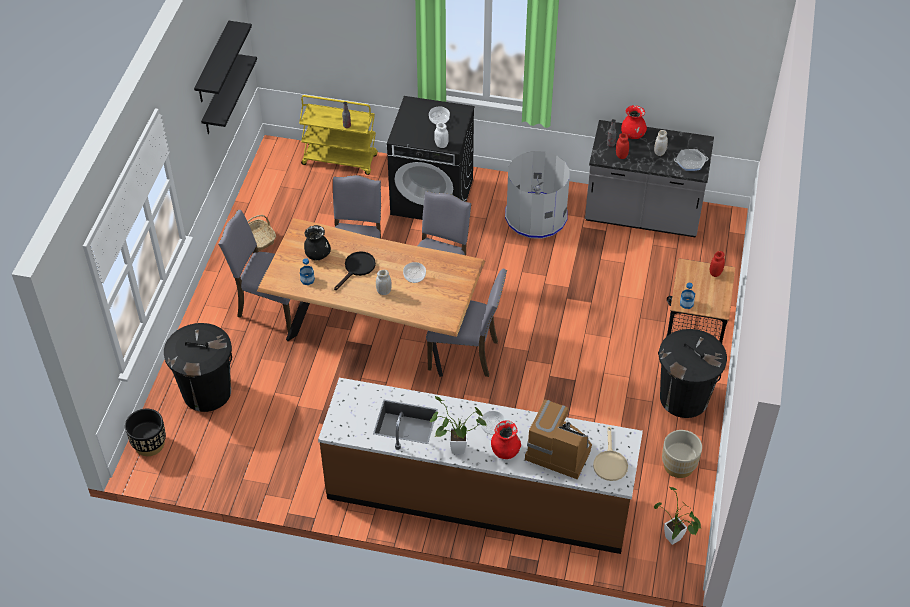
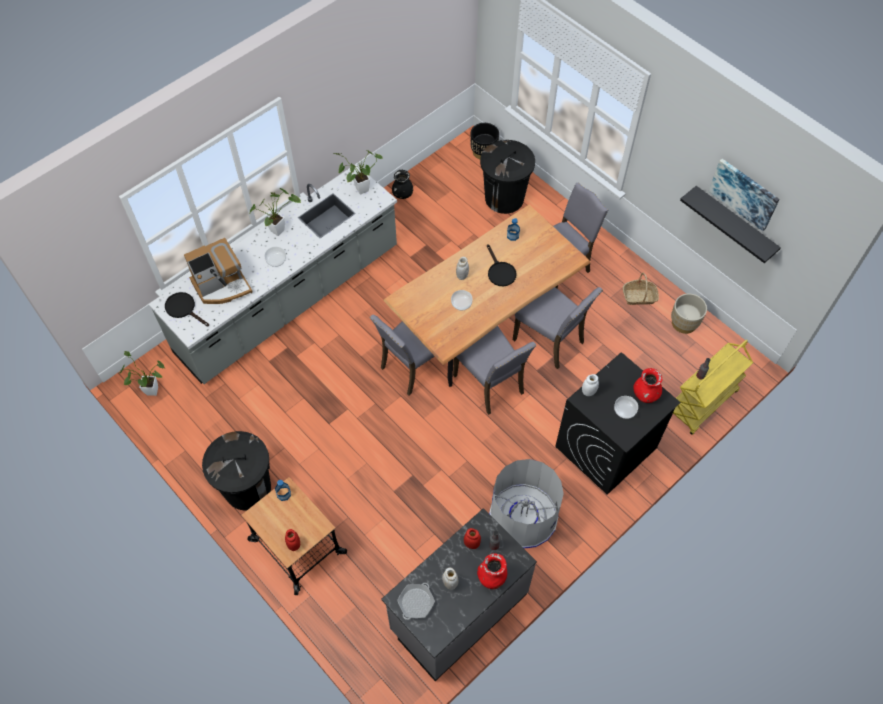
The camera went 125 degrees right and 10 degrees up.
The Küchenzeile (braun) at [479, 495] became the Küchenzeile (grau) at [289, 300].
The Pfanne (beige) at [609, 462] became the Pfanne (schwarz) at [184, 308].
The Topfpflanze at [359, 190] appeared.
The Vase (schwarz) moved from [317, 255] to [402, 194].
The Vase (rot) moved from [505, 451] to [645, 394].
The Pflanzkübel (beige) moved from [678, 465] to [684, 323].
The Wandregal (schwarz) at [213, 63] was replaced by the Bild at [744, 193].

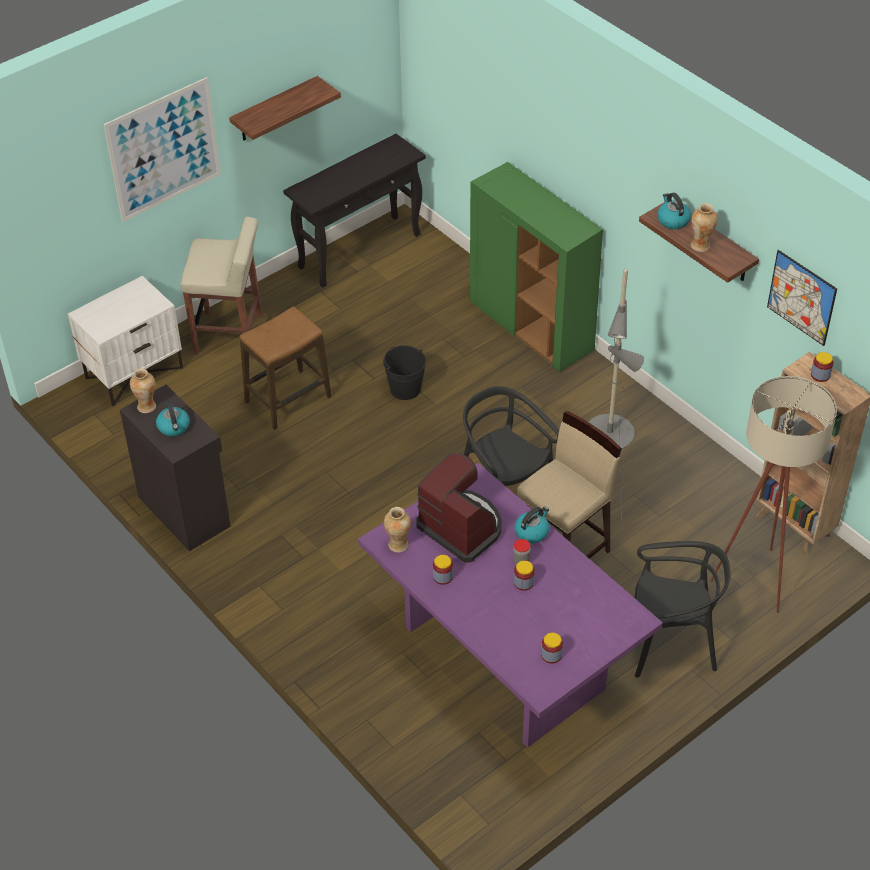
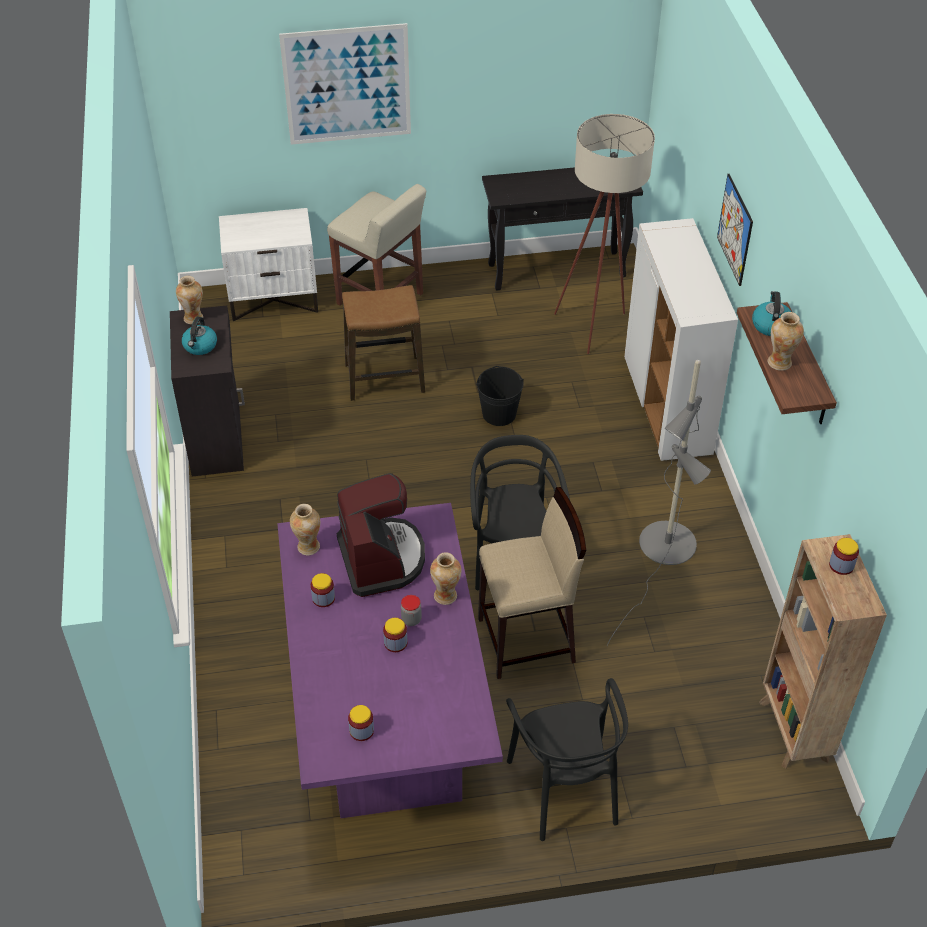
The camera went 30 degrees right and 0 degrees up.
The Wasserkessel at [532, 532] was replaced by the Vase at [445, 596].
The Stuhl (schwarz) at [671, 643] turned 45 degrees clockwise.
The Stehlampe (beige) moved from [757, 574] to [597, 324].
The Schrank (grün) at [532, 327] became the Schrank (weiß) at [668, 407].
The Bild moved from [801, 297] to [735, 229].
The Wandregal at [275, 110] disappeared.

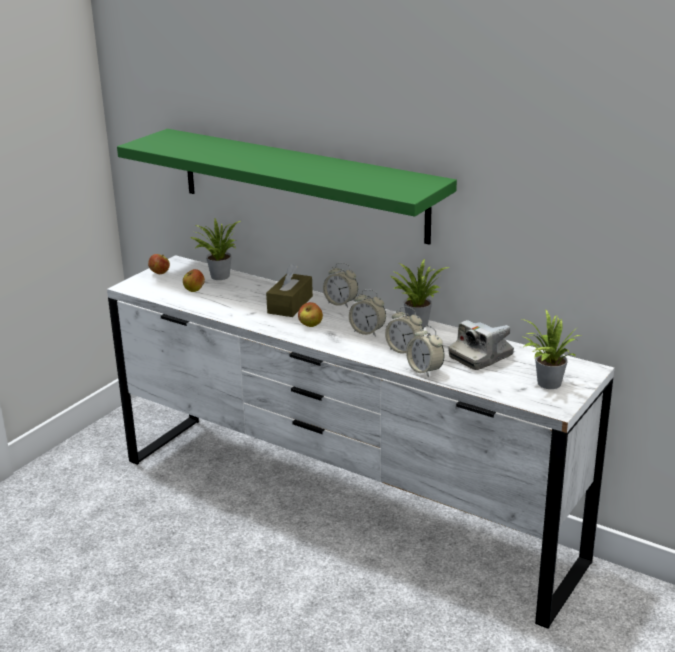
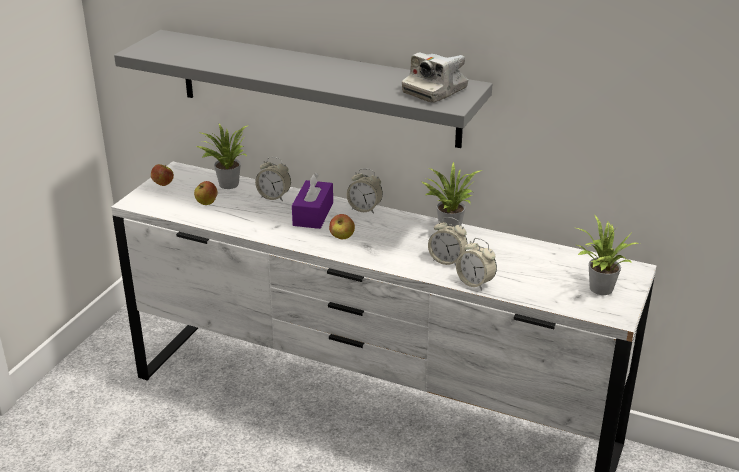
The camera went 10 degrees left and 5 degrees up.
The Wandregal (grün) at [301, 184] became the Wandregal (grau) at [316, 88].
The Wecker moved from [367, 332] to [274, 197].
The Taschentuchbox (braun) at [290, 305] became the Taschentuchbox (lila) at [313, 214].
The Kamera moved from [481, 357] to [435, 91].

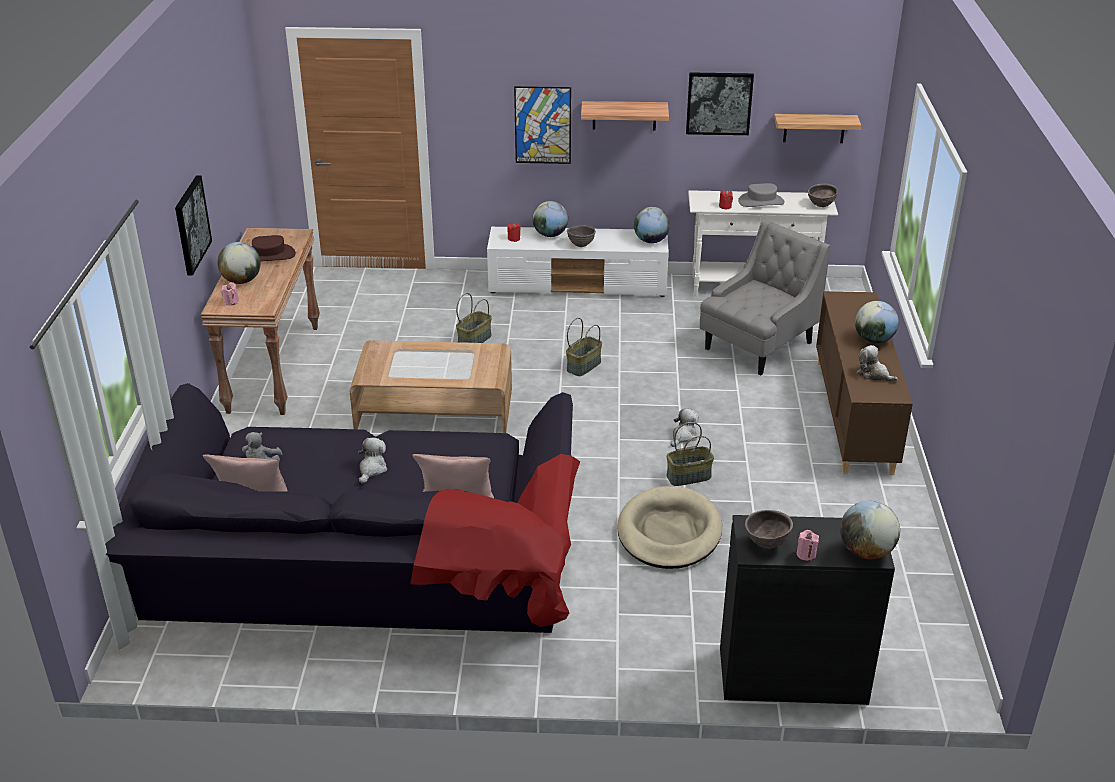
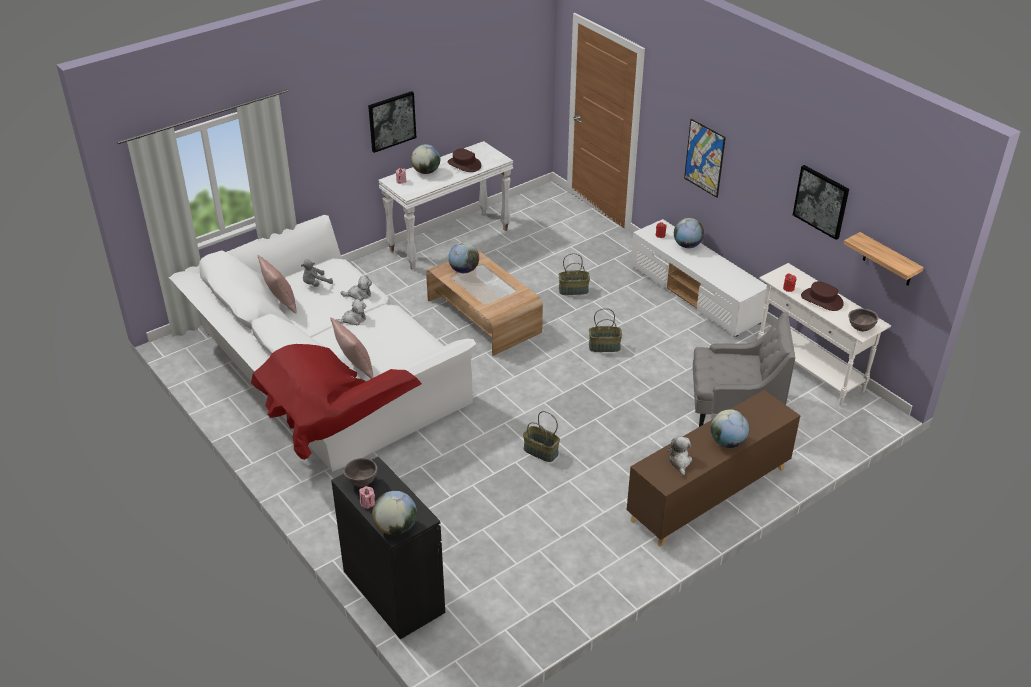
The camera went 50 degrees right and 5 degrees up.
The Sofa (schwarz) at [363, 560] became the Sofa (weiß) at [321, 370].
The Plüschtier moved from [683, 436] to [359, 295].
The Konsolentisch (braun) at [273, 368] became the Konsolentisch (weiß) at [449, 240].
The Globus moved from [651, 241] to [464, 270].
The Hut (grau) at [761, 201] became the Hut (braun) at [822, 300].
The Schüssel (braun) at [581, 245] disappeared.
The Wandregal at [624, 115] disappeared.
The Hundebett (beige) at [669, 532] disappeared.

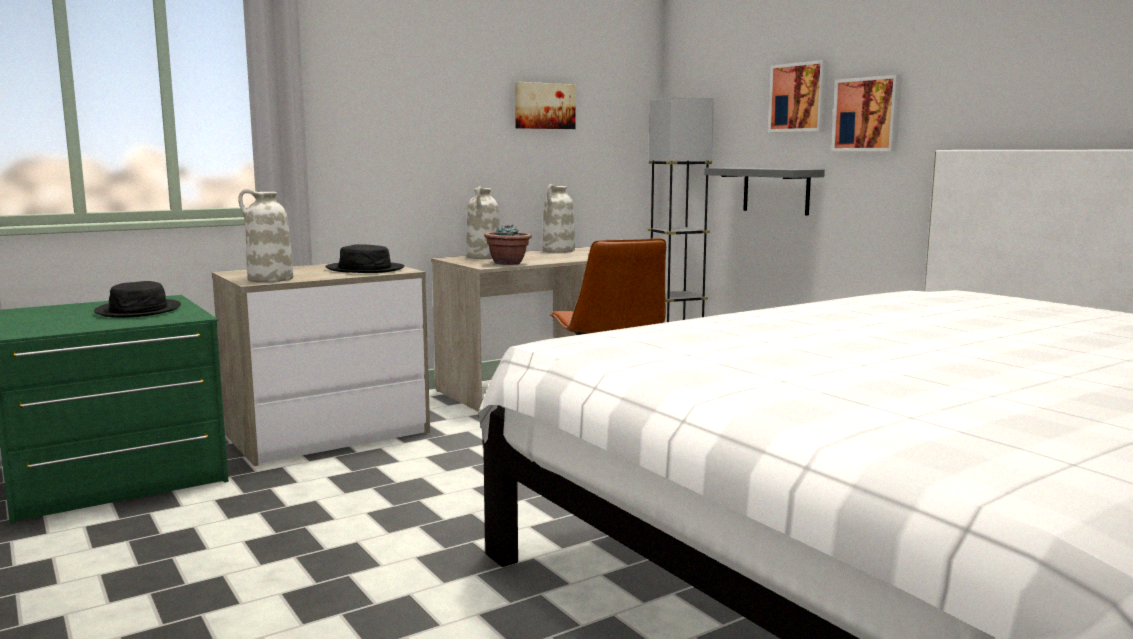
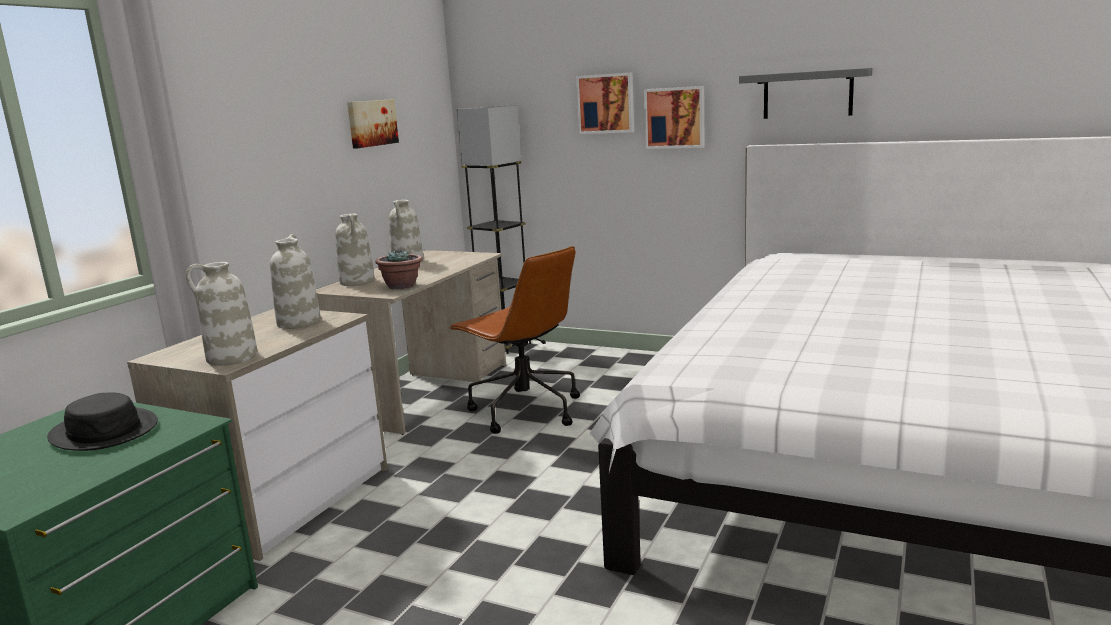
The camera went 30 degrees left and 5 degrees up.
The Hut (schwarz) at [365, 269] was replaced by the Vase (weiß) at [299, 323].
The Wandregal (grau) moved from [776, 190] to [807, 94].

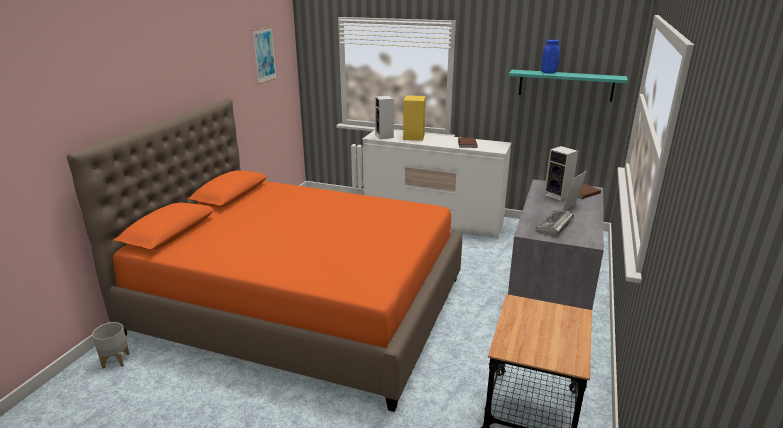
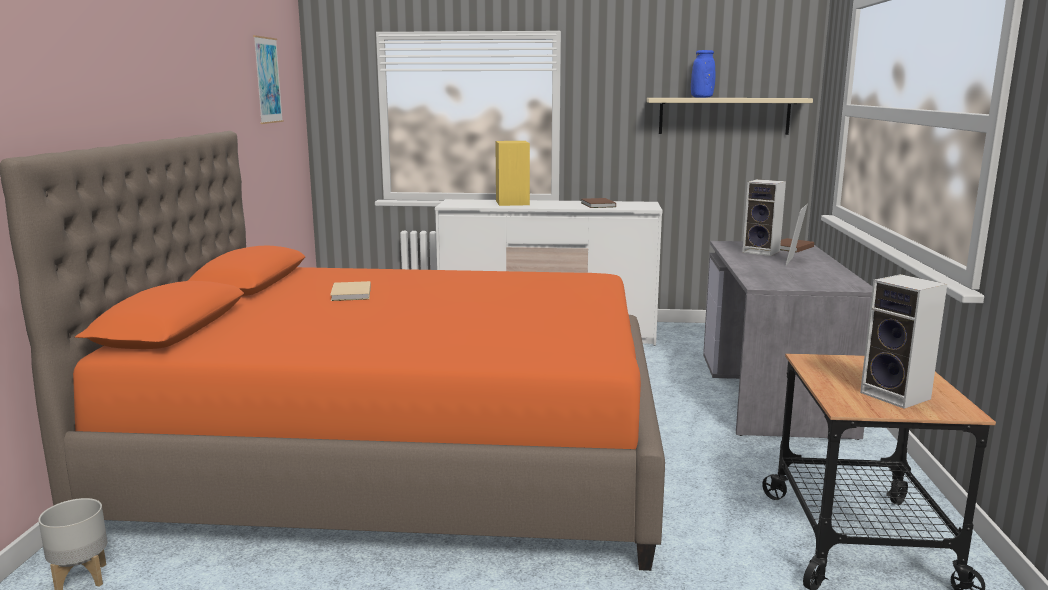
The camera went 15 degrees left and 10 degrees down.
The Buch (beige) at [350, 294] appeared.
The Wandregal (türkis) at [565, 85] became the Wandregal (beige) at [724, 116].
The Lautsprecher moved from [385, 136] to [898, 396].
The Tastatur at [554, 226] disappeared.

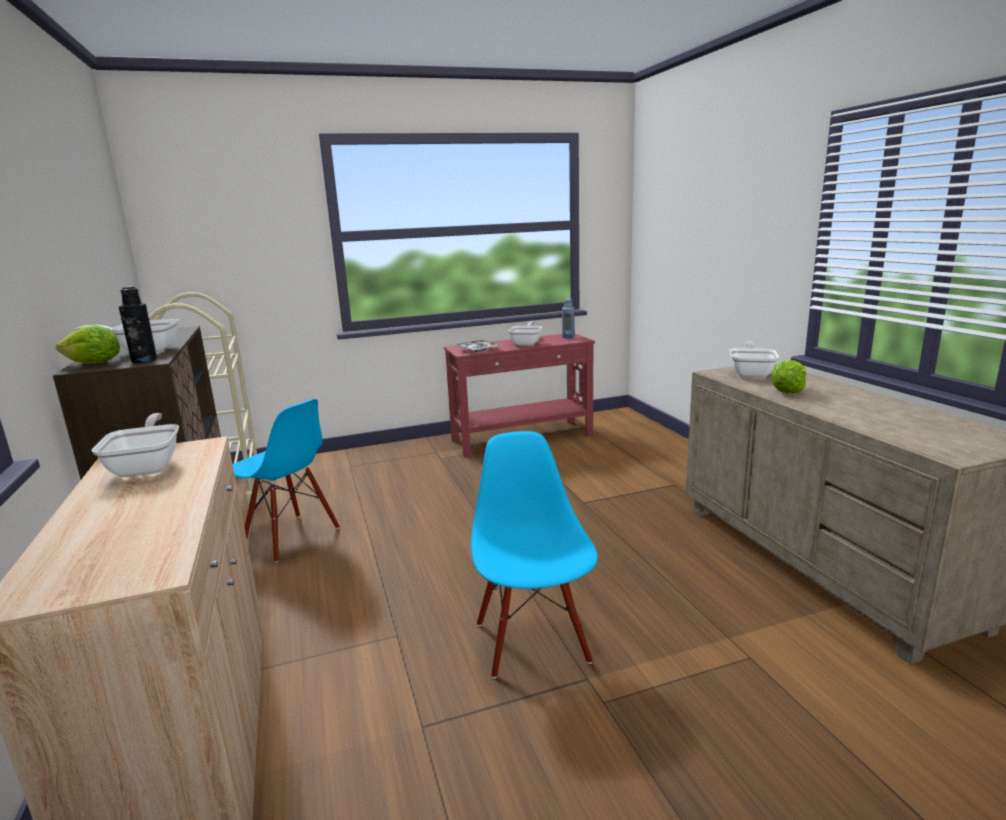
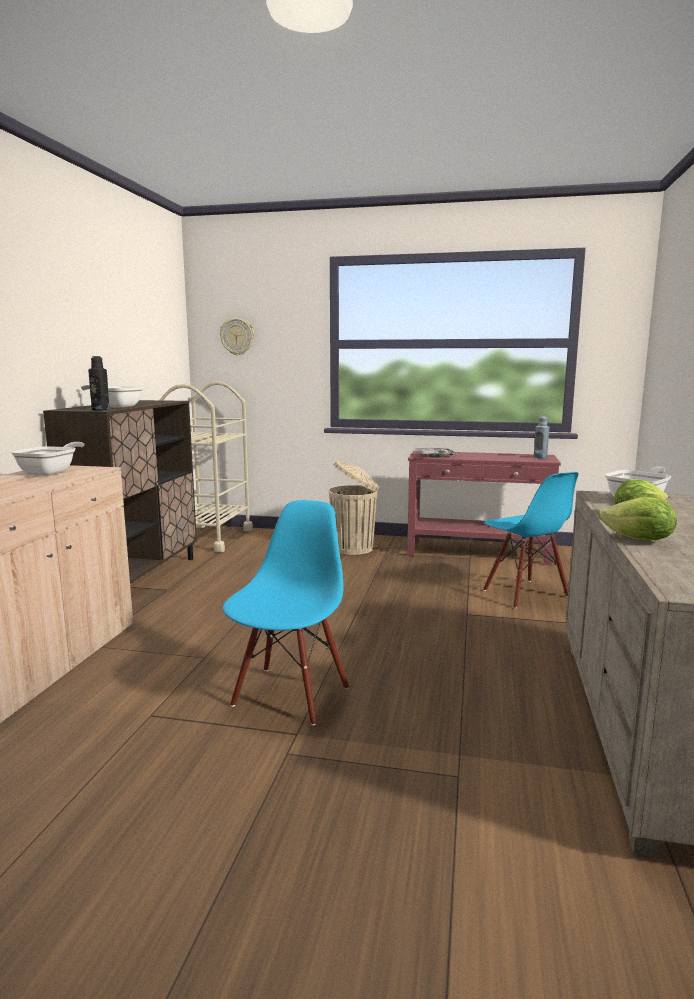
The camera went 30 degrees right and 5 degrees down.
The Wanduhr at [237, 337] appeared.
The Mülleimer (beige) at [354, 548] appeared.
The Stuhl (blau) moved from [290, 537] to [525, 594].
The Salatkopf moved from [94, 364] to [639, 540].
The Pfanne at [527, 343] disappeared.

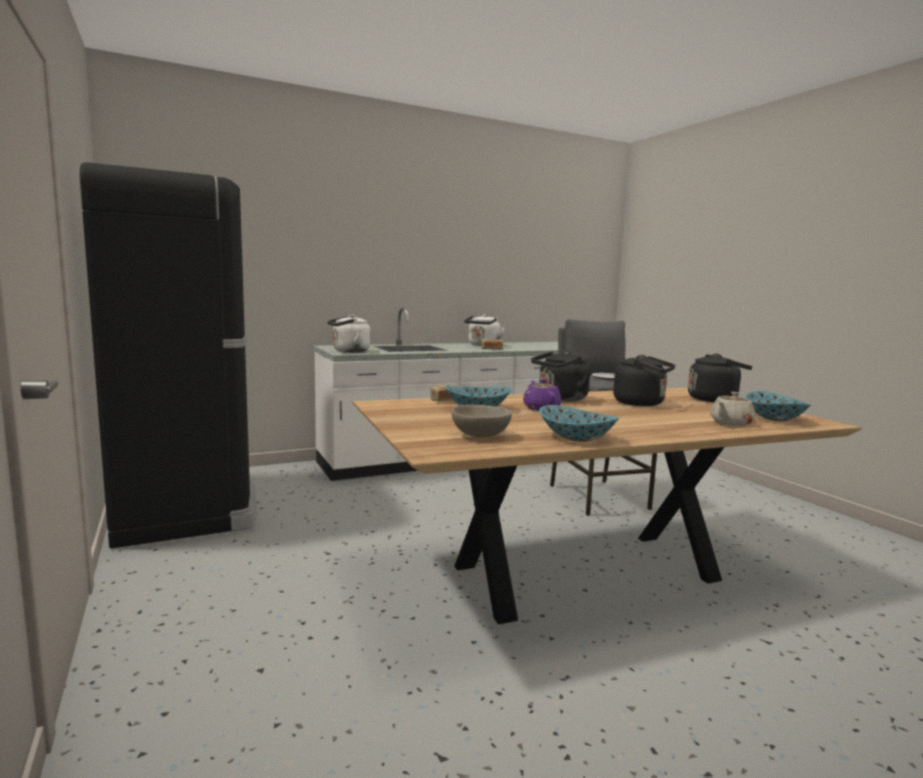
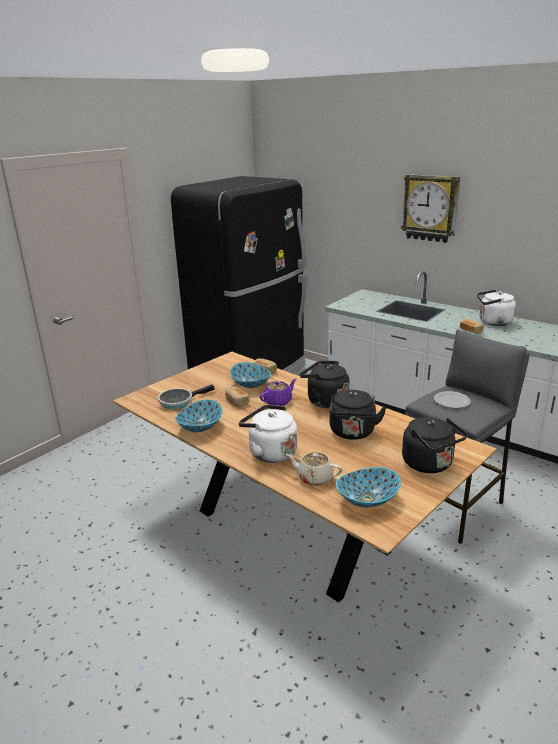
The camera went 65 degrees right and 15 degrees up.
The Schüssel (beige) at [480, 436] was replaced by the Pfanne at [178, 401].
The Brot at [237, 402] appeared.
The Wasserkessel (weiß) moved from [349, 351] to [270, 452].
The Wanduhr at [430, 208] appeared.

